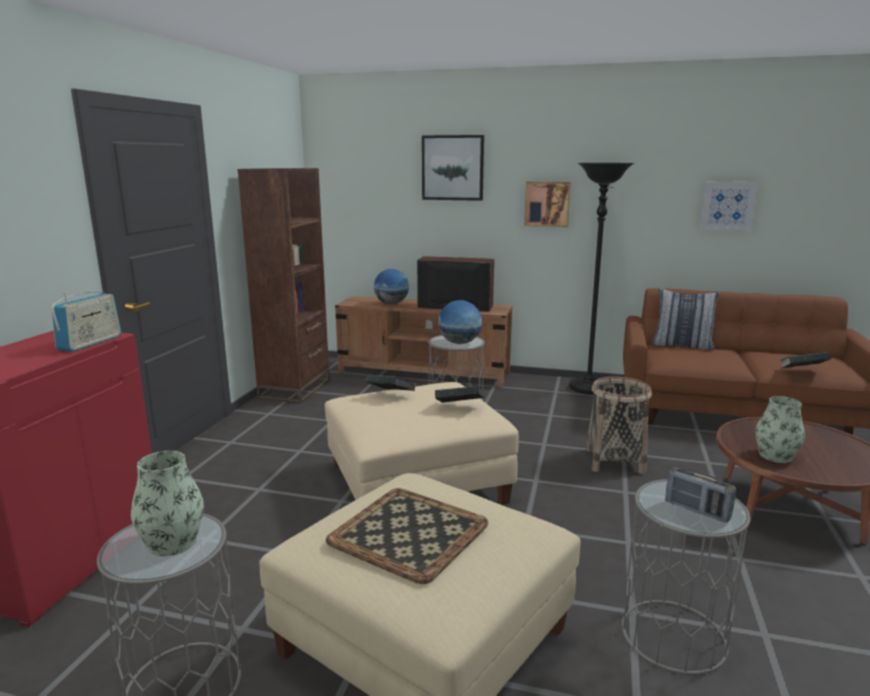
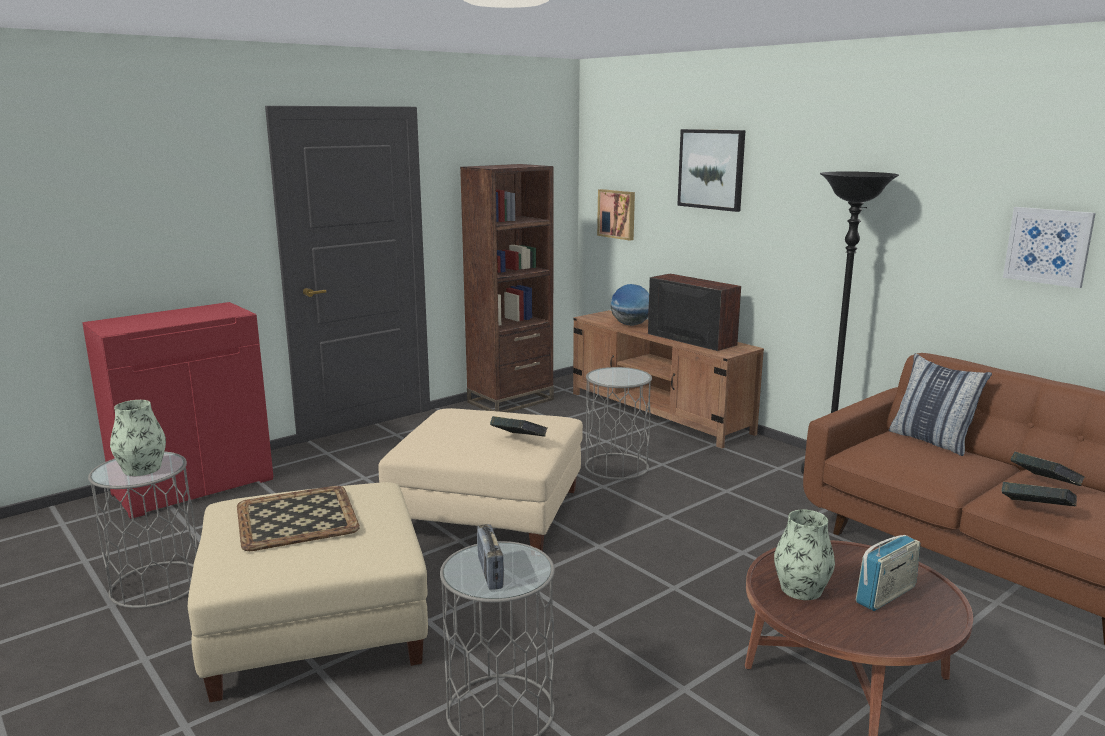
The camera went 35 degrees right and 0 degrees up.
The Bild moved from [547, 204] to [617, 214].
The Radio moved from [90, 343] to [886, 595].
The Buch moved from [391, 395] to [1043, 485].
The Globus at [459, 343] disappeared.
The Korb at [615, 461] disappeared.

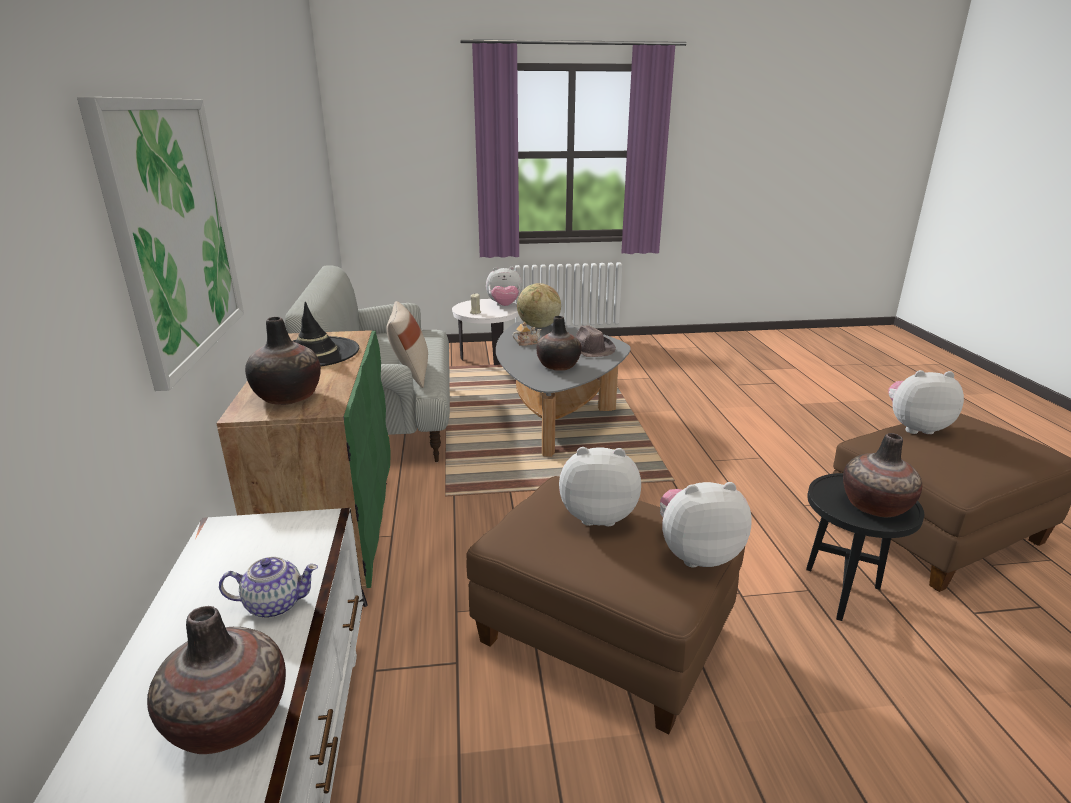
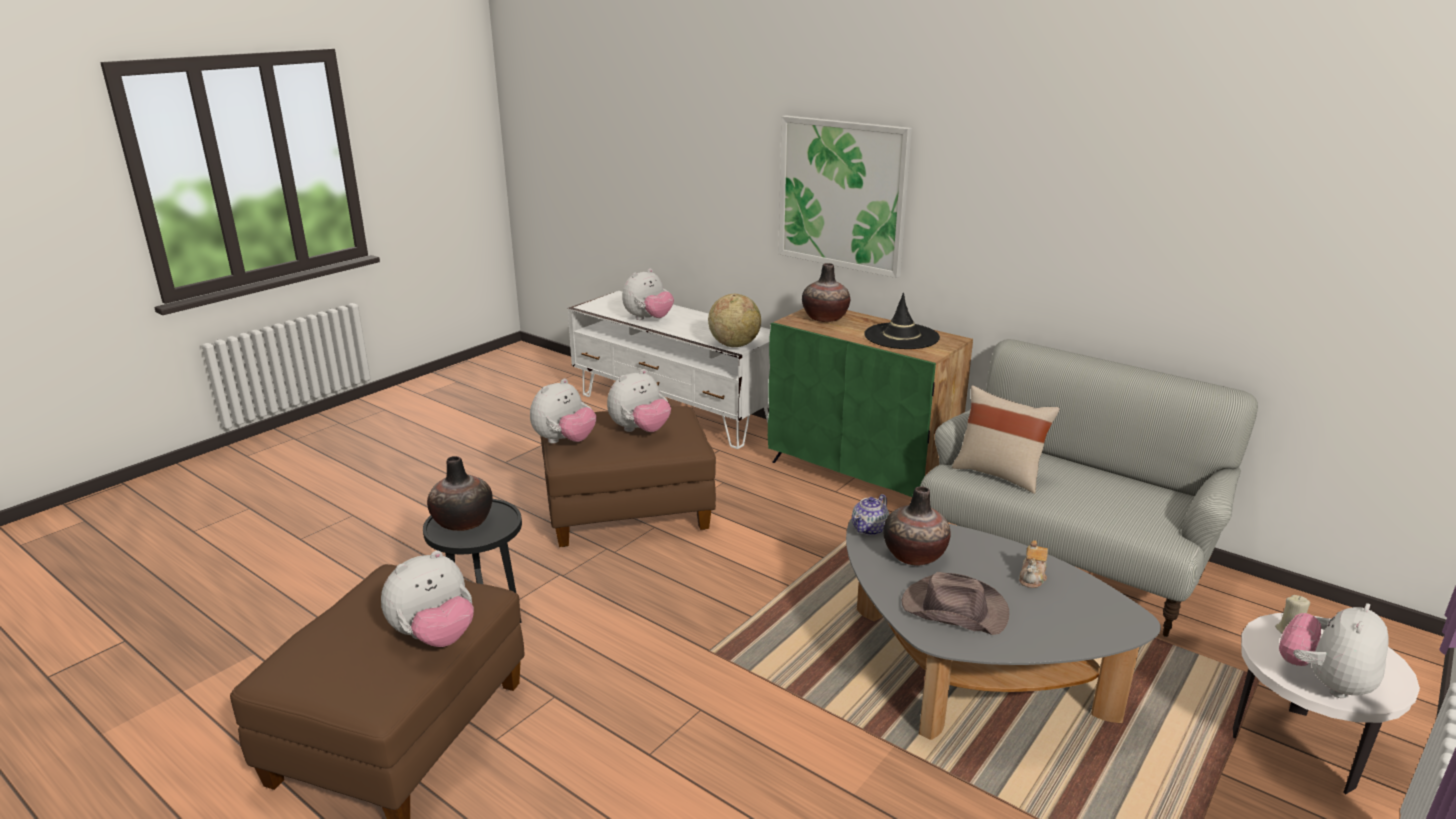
The camera went 135 degrees right and 0 degrees up.
The Vase at [229, 721] was replaced by the Plüschtier at [648, 319].
The Globus moved from [538, 326] to [734, 345].
The Teekanne moved from [274, 604] to [870, 529].

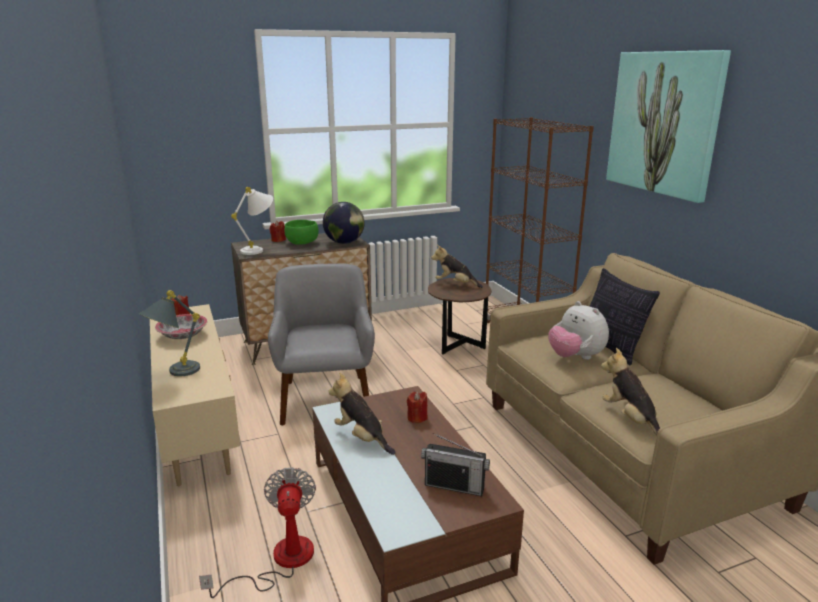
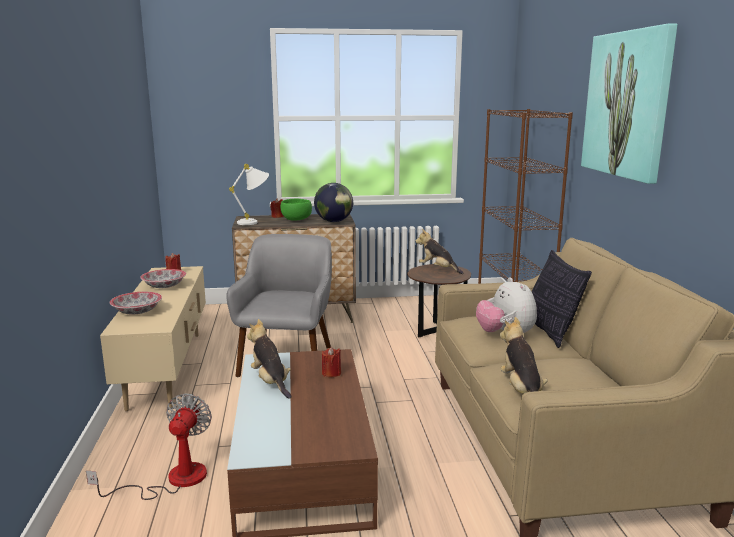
The camera went 15 degrees right and 5 degrees down.
The Tischlampe (grau) at [174, 373] was replaced by the Schüssel at [137, 311].
The Radio at [454, 486] disappeared.

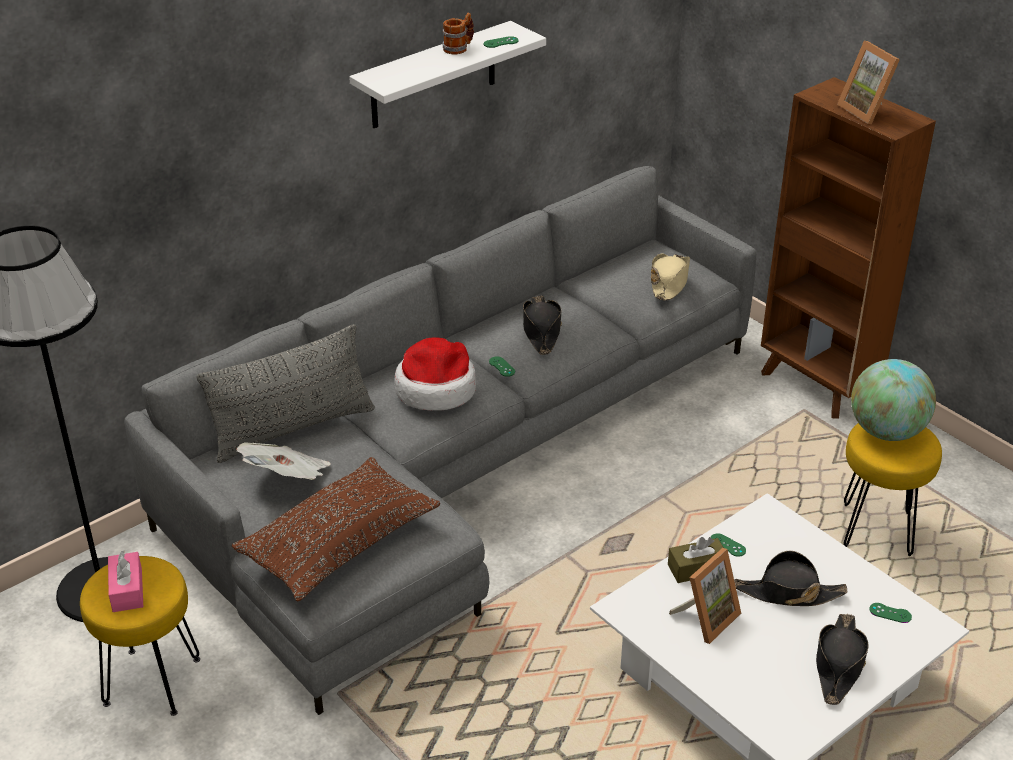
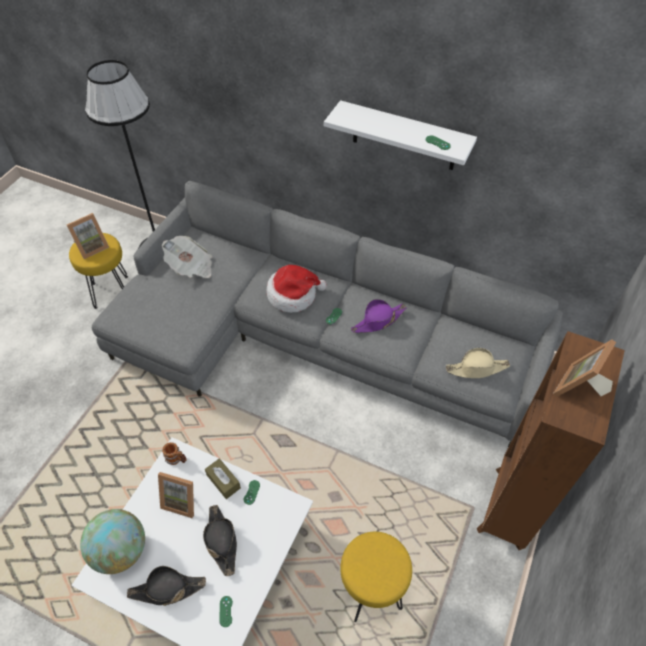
The camera went 65 degrees right and 15 degrees up.
The Taschentuchbox (rosa) at [127, 590] was replaced by the Bilderrahmen at [91, 247].
The Globus moved from [886, 431] to [121, 551].
The Henkelbecher moved from [459, 48] to [176, 459].
The Hut (schwarz) at [541, 330] became the Hut (lila) at [378, 321].
The Kissen (grau) at [293, 429] disappeared.
The Kissen (braun) at [339, 543] disappeared.

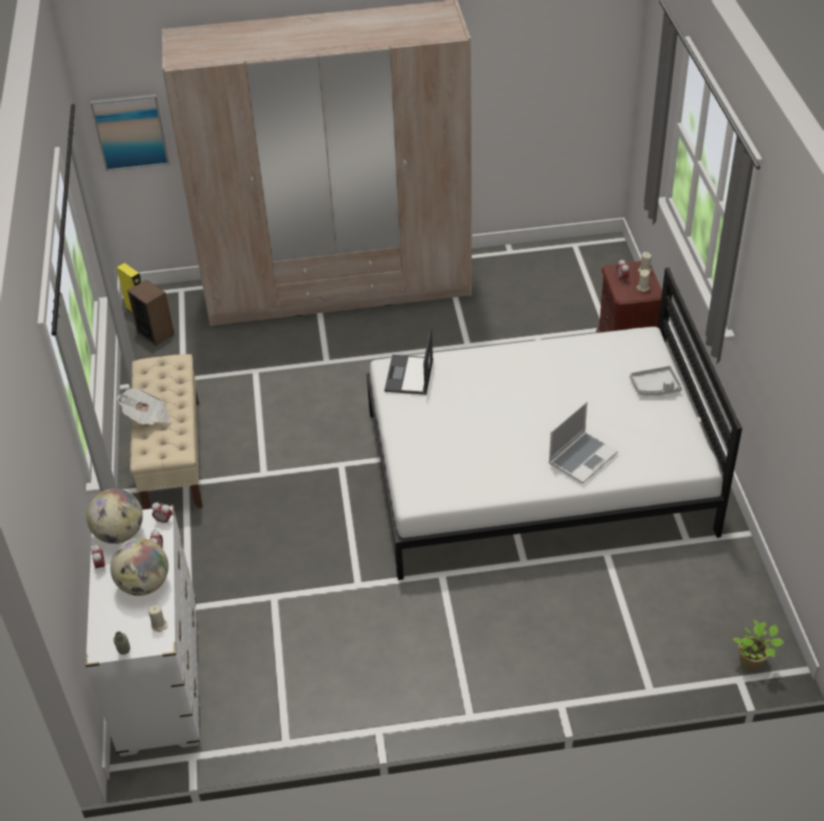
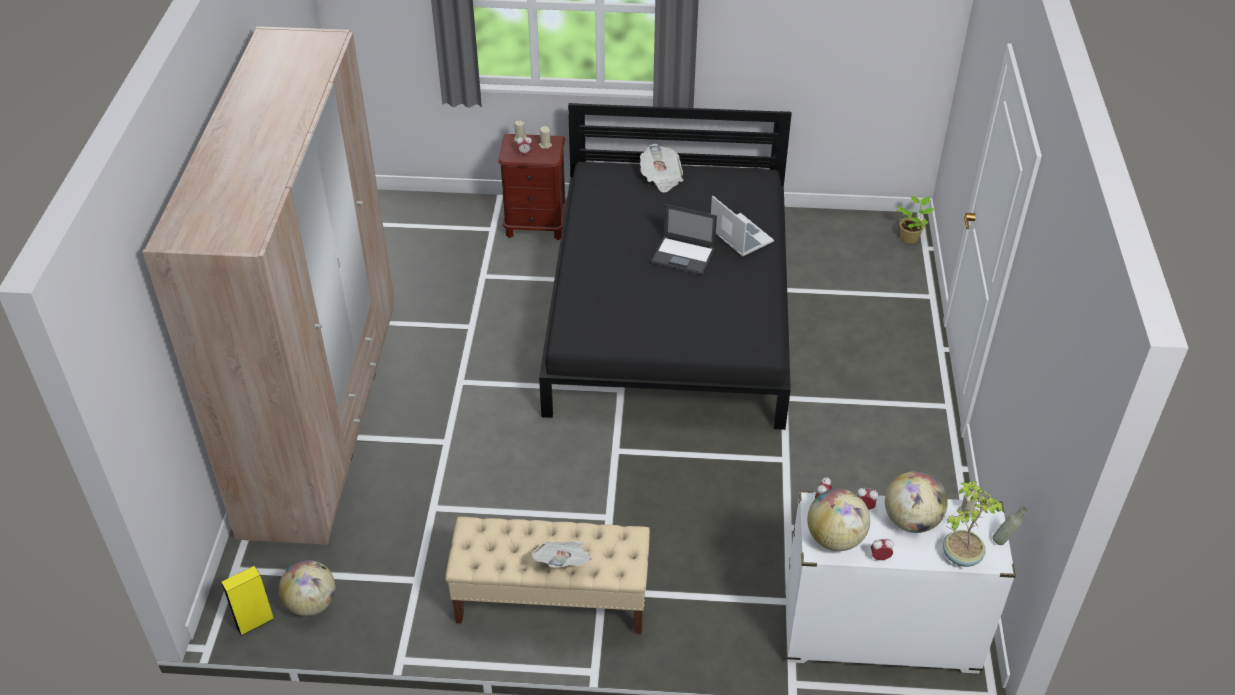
The camera went 80 degrees left and 0 degrees up.
The Lautsprecher at [155, 333] was replaced by the Globus at [311, 603].
The Bett (weiß) at [537, 471] became the Bett (schwarz) at [670, 311].
The Tablett (grau) at [655, 387] was replaced by the Zeitung at [661, 178].
The Laptop moved from [409, 376] to [684, 255].
The Topfpflanze at [960, 555] appeared.
The Bild at [130, 131] disappeared.

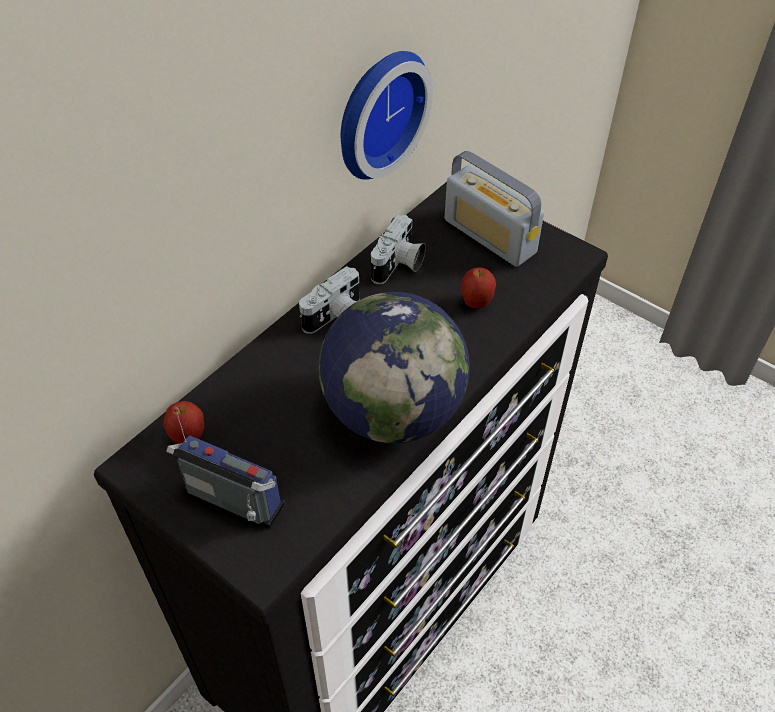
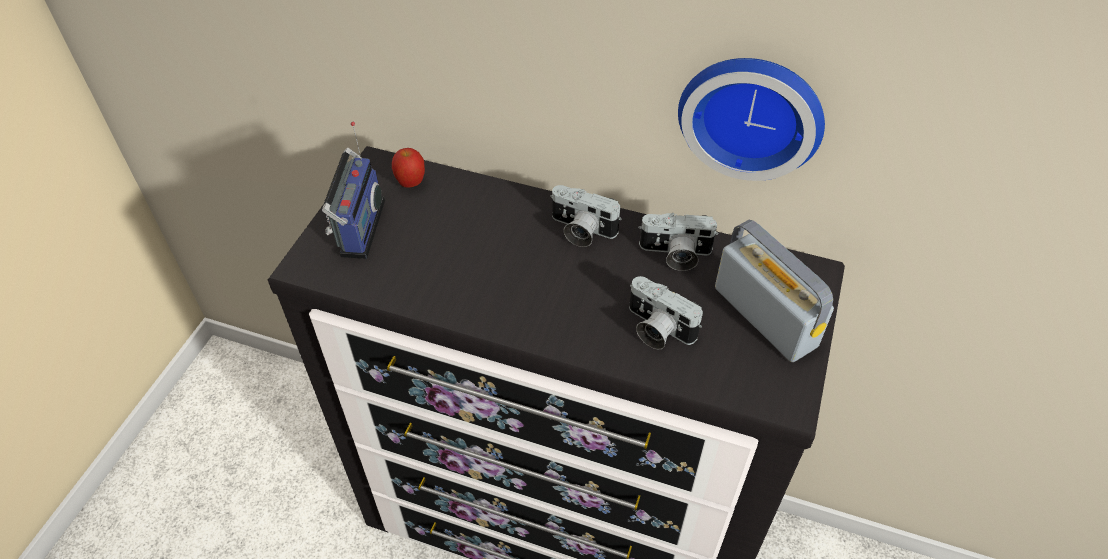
The camera went 70 degrees right and 0 degrees up.
The Apfel at [476, 303] was replaced by the Kamera at [656, 329].
The Radio at [490, 236] turned 120 degrees clockwise.
The Globus at [393, 412] disappeared.

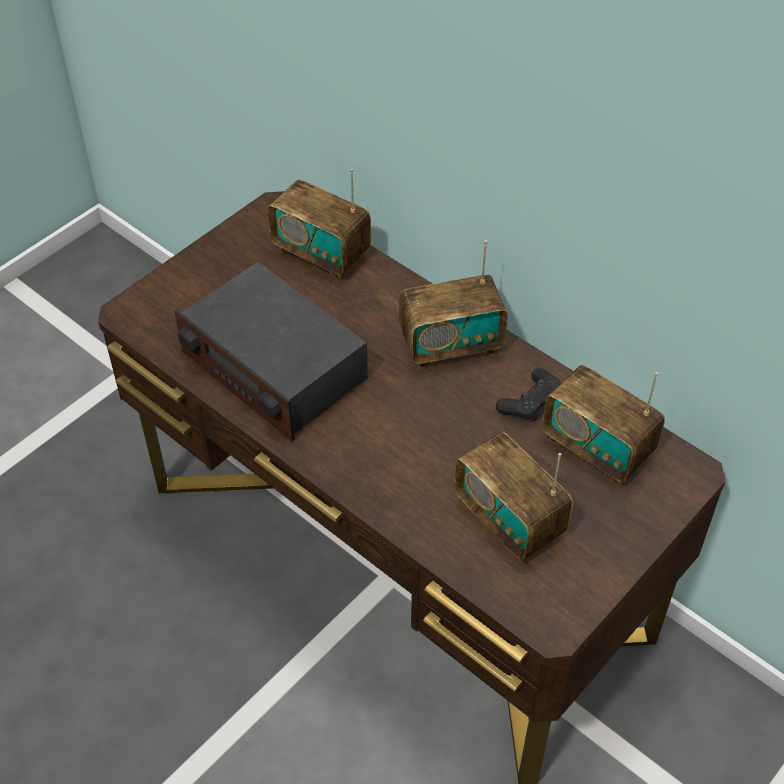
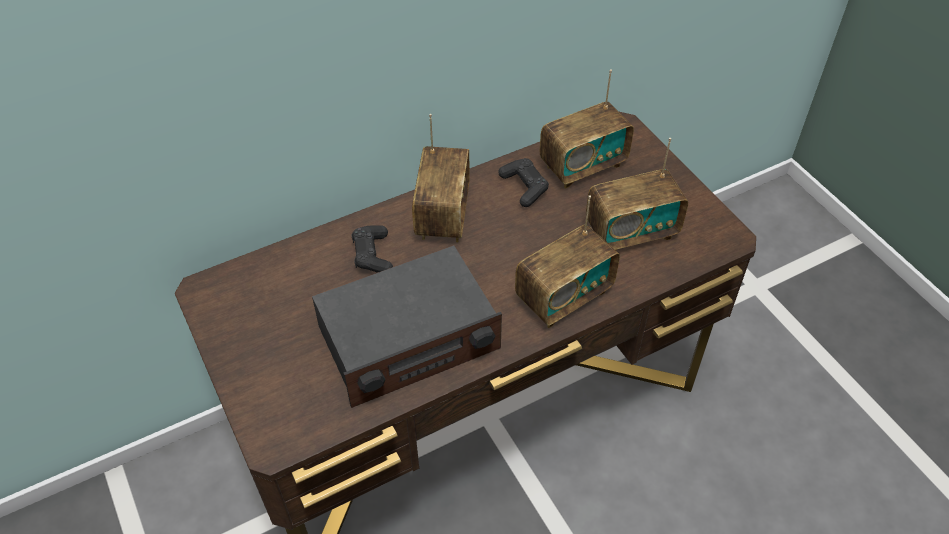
The camera went 70 degrees left and 0 degrees up.
The Gamepad (schwarz) at [372, 255] appeared.
The Radio moved from [321, 253] to [563, 297].

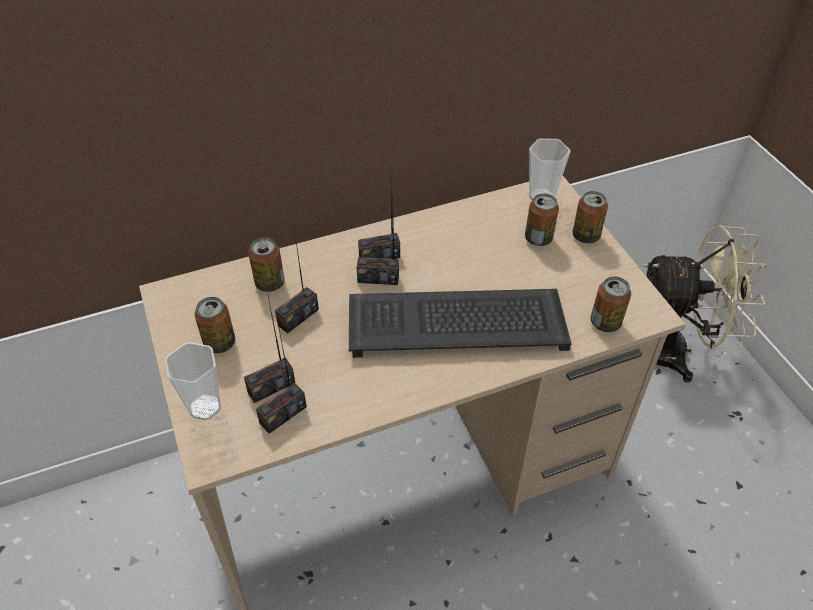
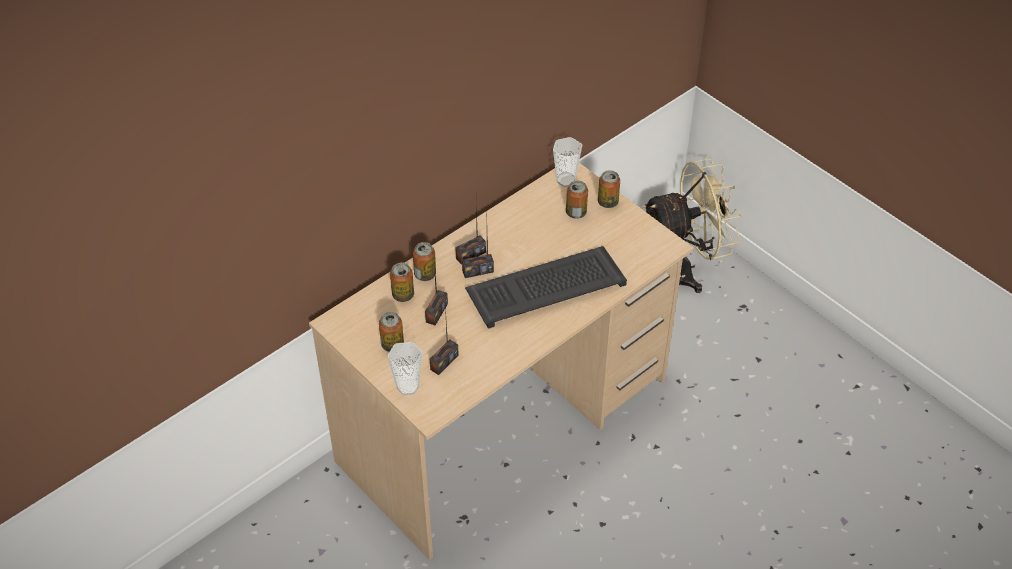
The camera went 20 degrees left and 0 degrees up.
The Dose moved from [605, 322] to [425, 274].
The Radio at [283, 415] disappeared.

